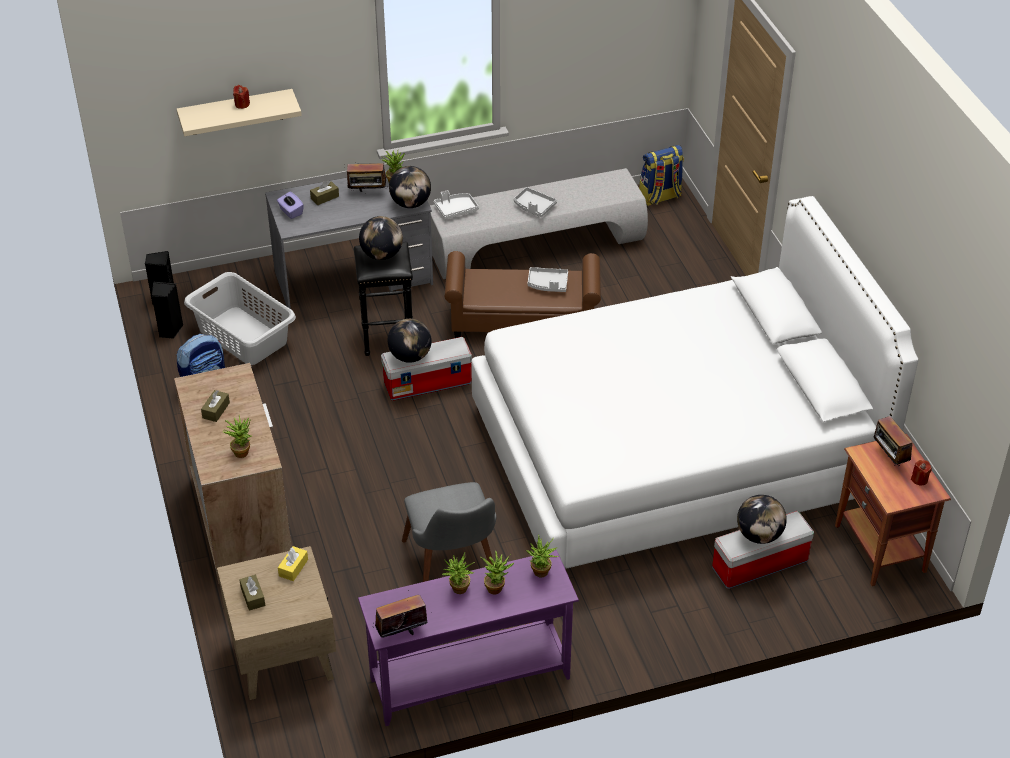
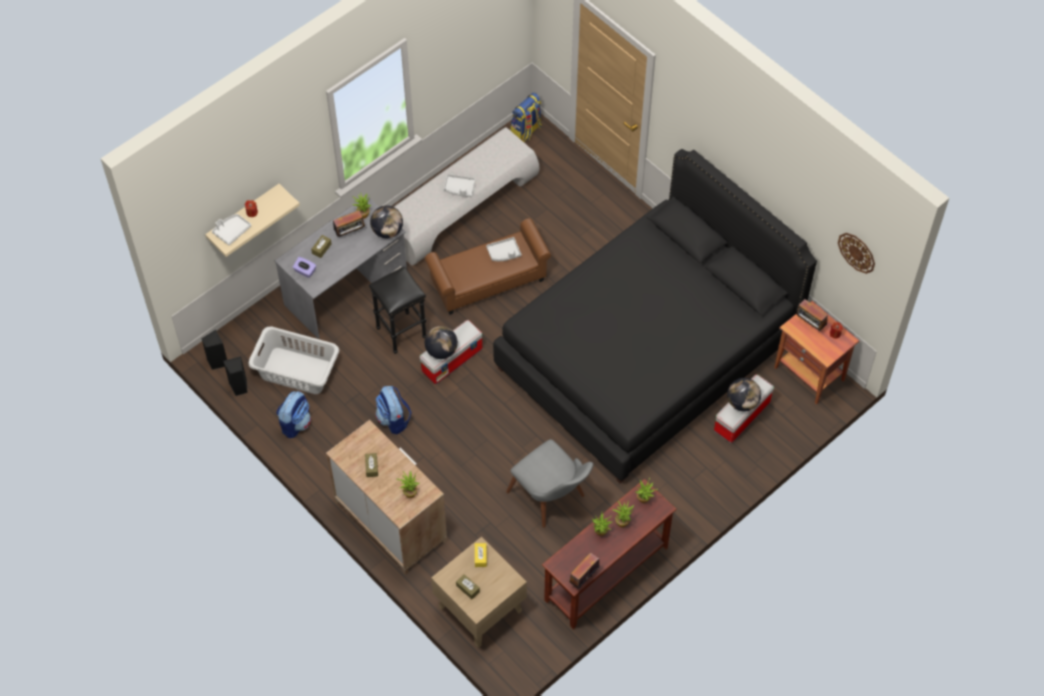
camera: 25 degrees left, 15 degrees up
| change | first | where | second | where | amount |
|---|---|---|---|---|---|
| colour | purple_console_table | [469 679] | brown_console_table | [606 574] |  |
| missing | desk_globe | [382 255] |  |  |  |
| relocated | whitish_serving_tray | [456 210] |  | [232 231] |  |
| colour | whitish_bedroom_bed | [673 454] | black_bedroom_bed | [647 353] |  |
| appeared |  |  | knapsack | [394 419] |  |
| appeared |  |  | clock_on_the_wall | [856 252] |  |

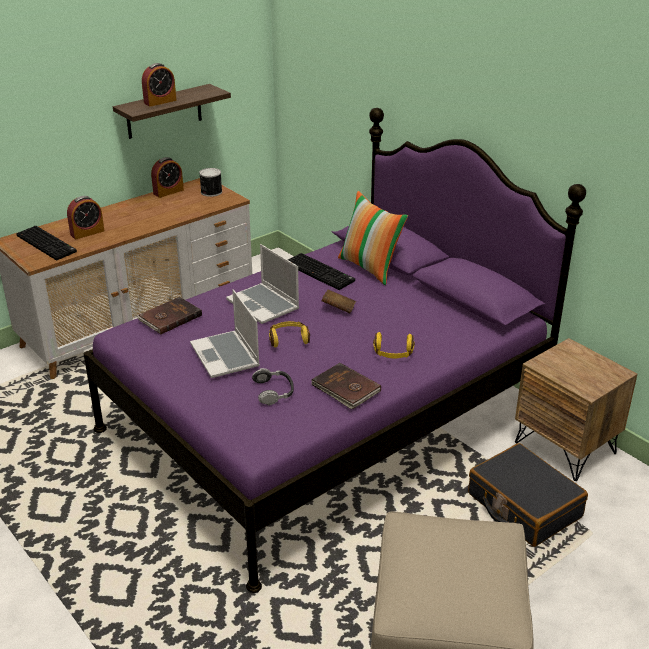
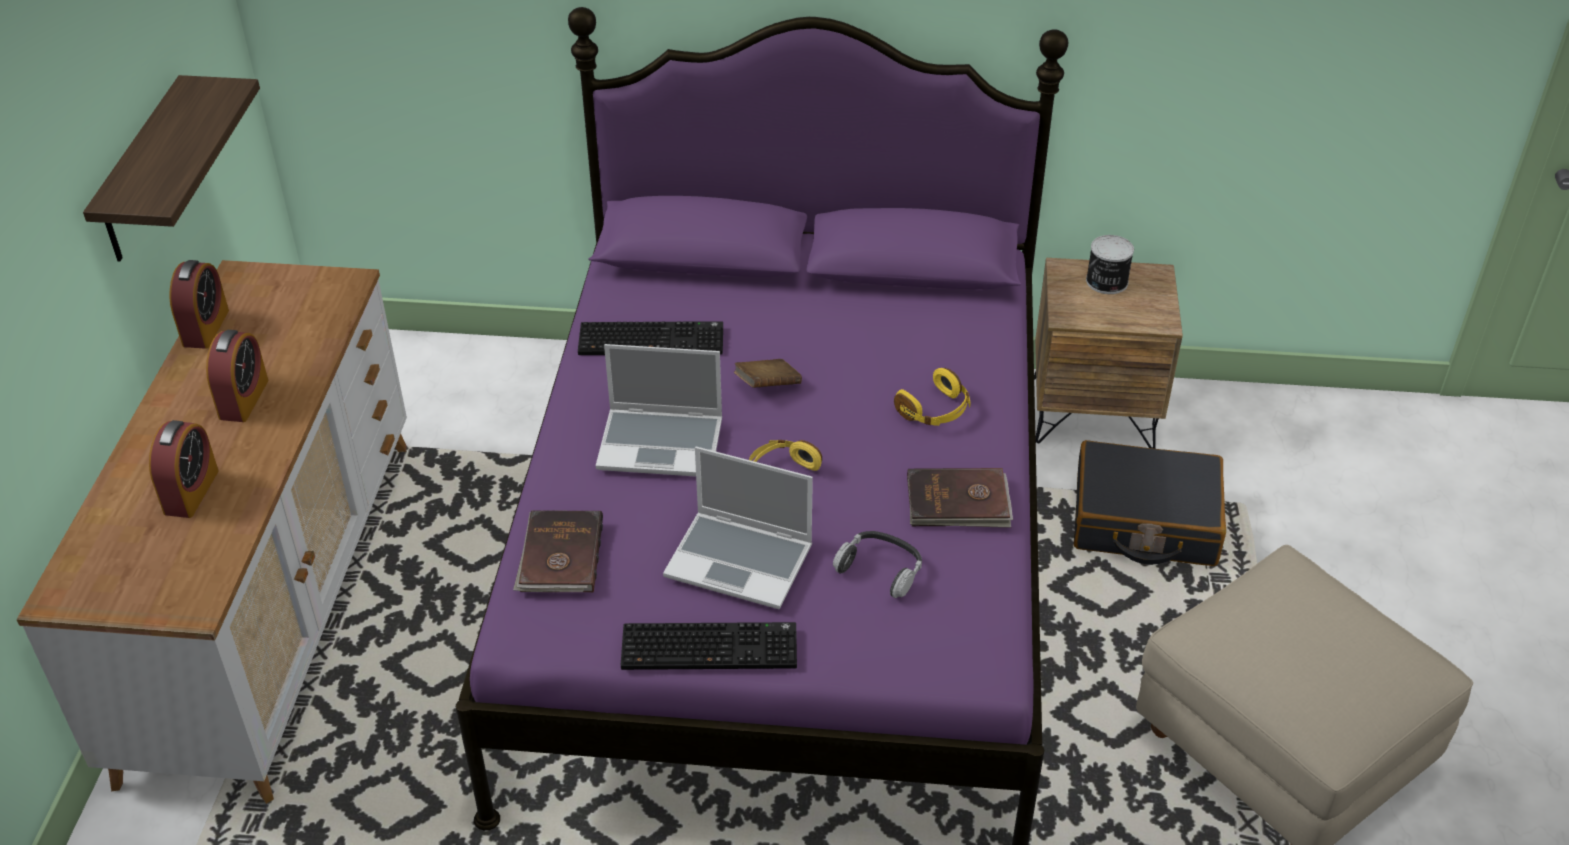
camera: 45 degrees left, 10 degrees up
| change | first | where | second | where | amount |
|---|---|---|---|---|---|
| relocated | PC_keyboard | [48 244] |  | [711 646] |  |
| relocated | alarm_clock | [160 101] |  | [243 399] |  |
| relocated | metal_can | [210 192] |  | [1106 282] |  |
| missing | throw_pillow | [370 267] |  |  |  |

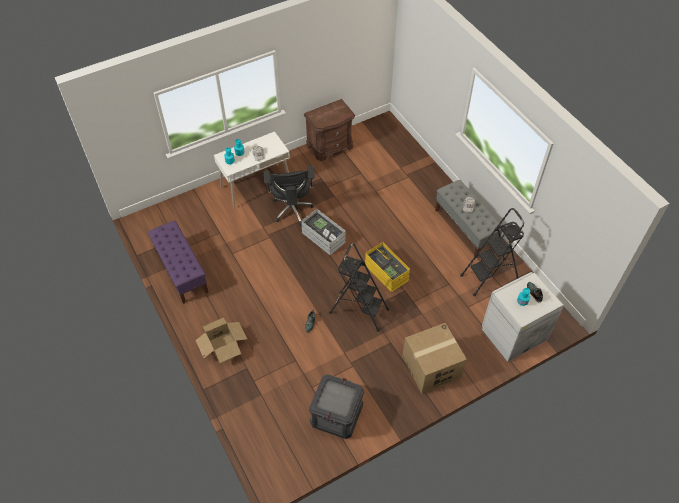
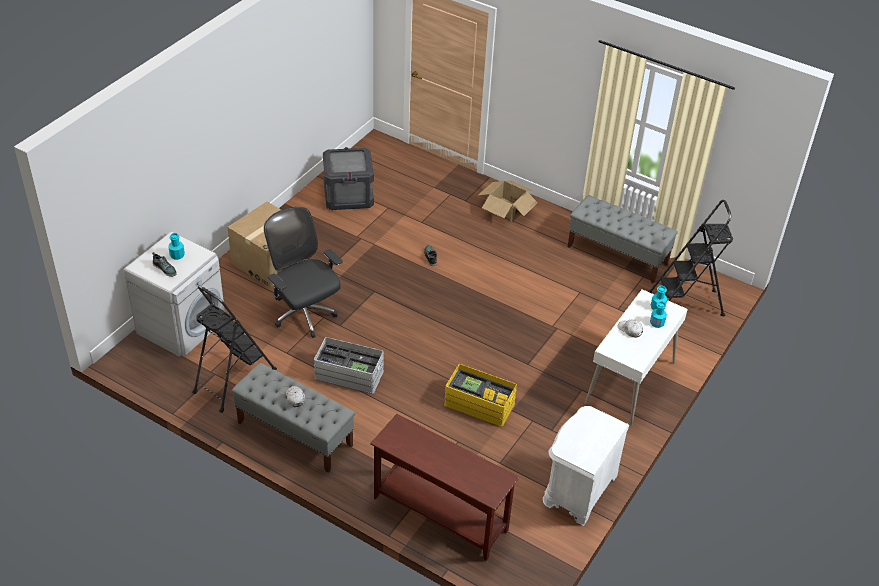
camera: 150 degrees right, 10 degrees down
| change | first | where | second | where | amount |
|---|---|---|---|---|---|
| colour | purple_long_seat | [181 271] | gray_long_seat | [618 255] |  |
| relocated | desk_chair | [291 208] |  | [304 314] |  |
| relocated | gray_storage_container | [324 237] |  | [348 375] |  |
| colour | brown_nightstand | [331 147] | whitish_nightstand | [577 489] |  |
| relocated | step_ladder | [358 310] |  | [687 303] |  |
| relocated | yellow-coloured_storage_container | [386 272] |  | [480 404] |  |
| appeared |  |  | brown_console_table | [439 514] |  |

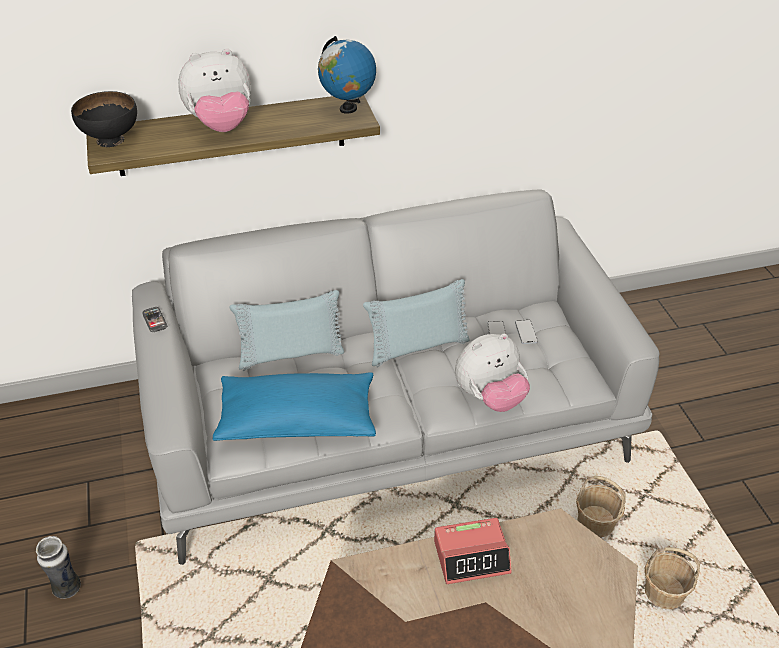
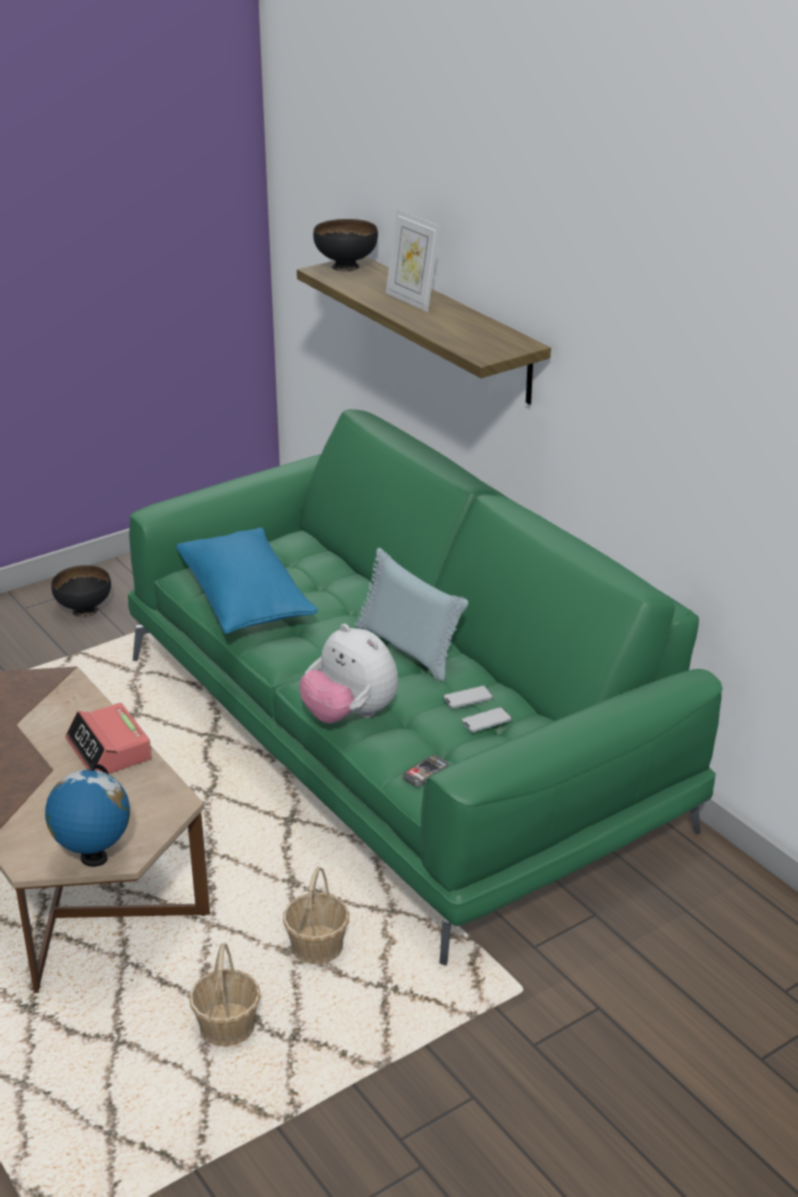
camera: 70 degrees right, 10 degrees down
| change | first | where | second | where | amount |
|---|---|---|---|---|---|
| exchanged | flower_vase | [67 589] | black_deep_dish | [84 610] |  |
| colour | gray_sofa | [389 421] | green_sofa | [398 742] |  |
| relocated | phone | [154 320] |  | [425 772] |  |
| exchanged | cuddly_toy | [221 126] | photo_frame | [412 300] |  |
| missing | blue_throw_pillow | [290 354] |  |  |  |
| relocated | desk_globe | [348 109] |  | [93 858] |  |

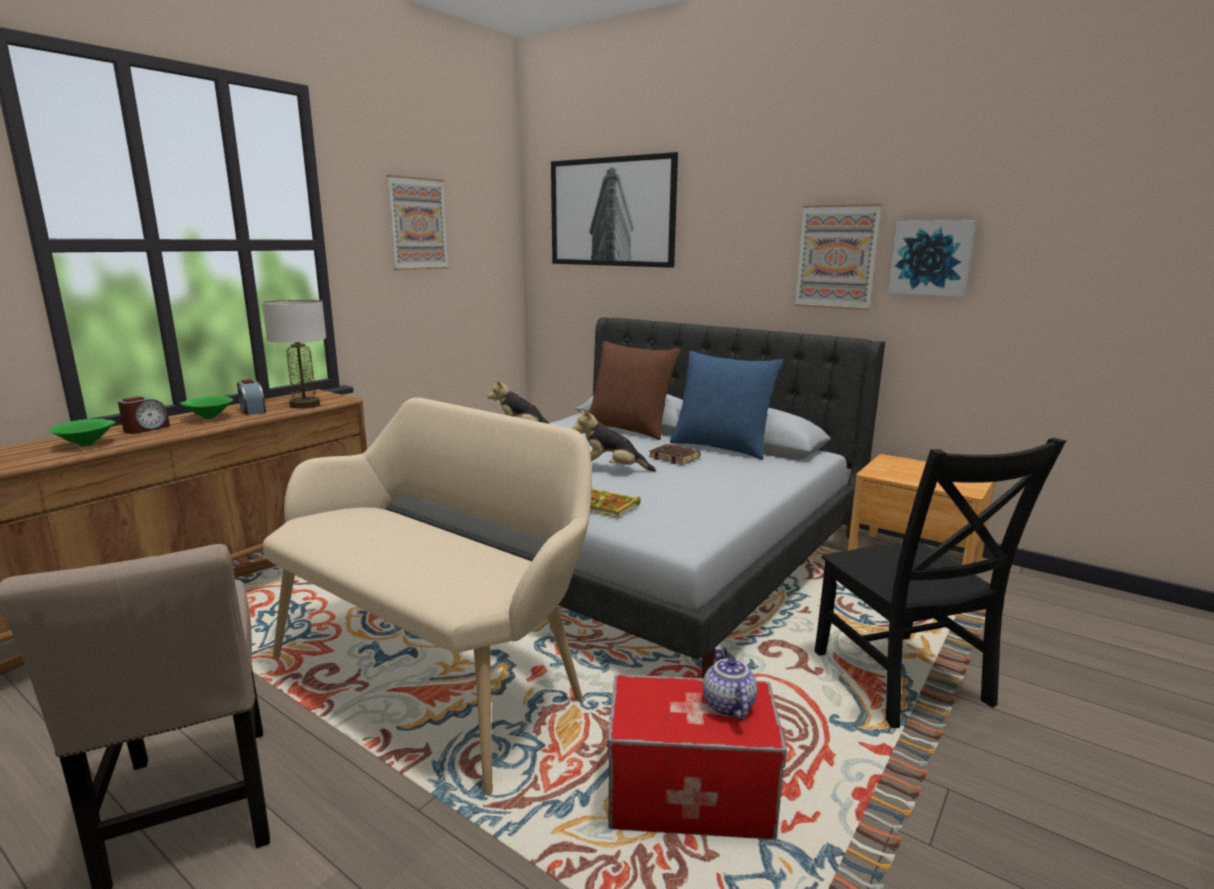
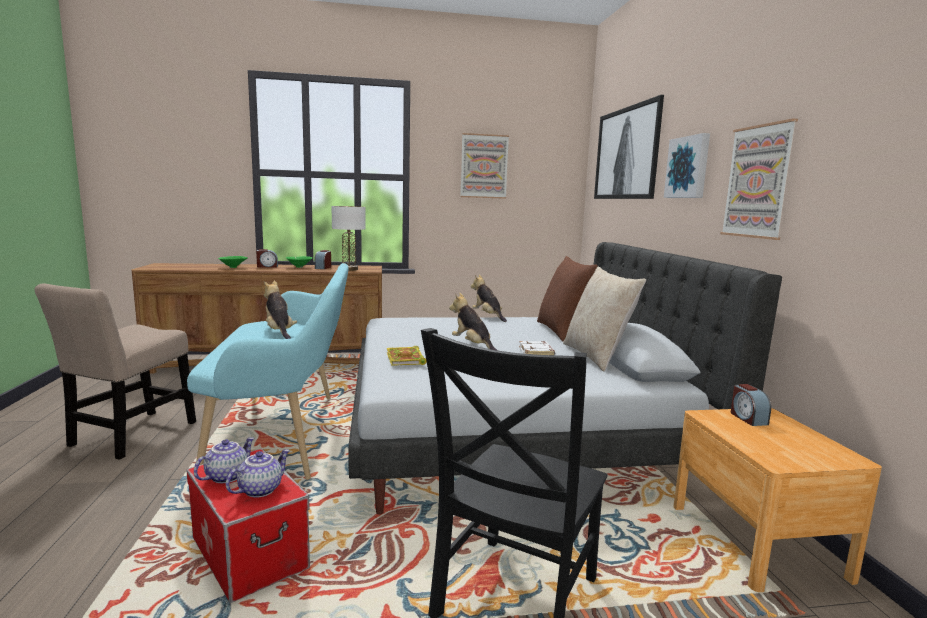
camera: 45 degrees right, 5 degrees down
| change | first | where | second | where | amount |
|---|---|---|---|---|---|
| colour | sand-coloured_long_seat | [437 673] | blue-green_long_seat | [285 434] |  |
| colour | brown_bound_book | [675 458] | whitish_bound_book | [537 352] |  |
| colour | blue_throw_pillow | [721 447] | sand-coloured_throw_pillow | [597 356] |  |
| relocated | wall_picture | [931 258] |  | [688 167] |  |
| appeared |  |  | pot_for_tea | [226 476] |  |
| appeared |  |  | cuddly_toy | [279 332] |  |
| appeared |  |  | alarm_clock | [747 418] |  |

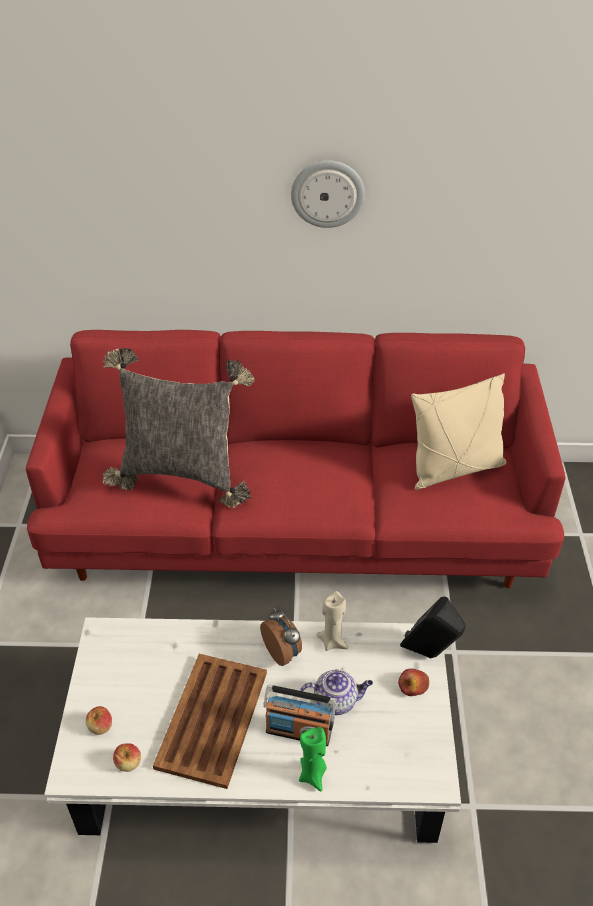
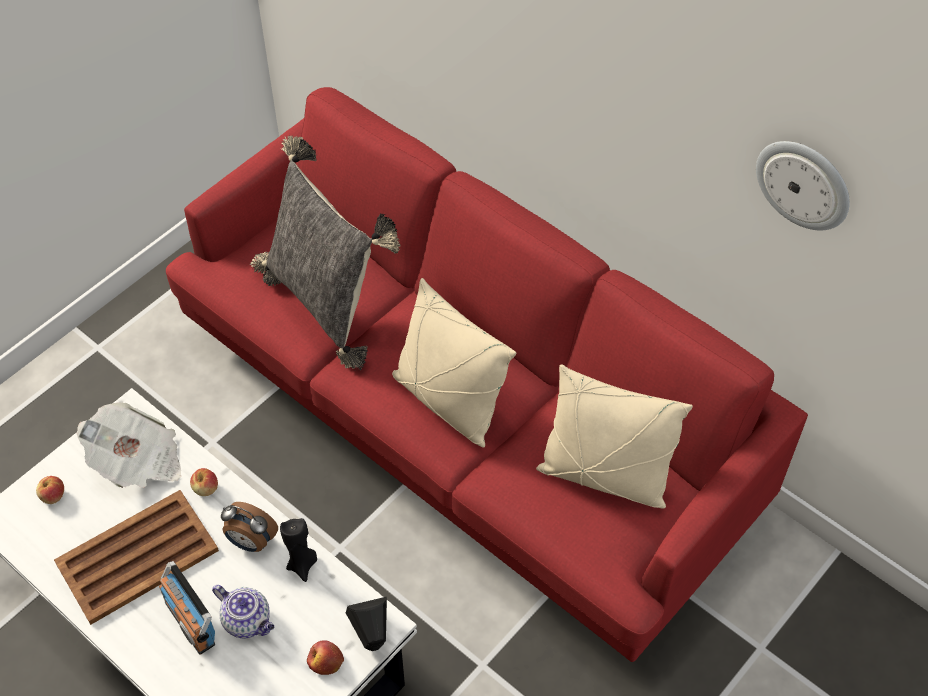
camera: 40 degrees right, 10 degrees up
| change | first | where | second | where | amount |
|---|---|---|---|---|---|
| relocated | whole_apple | [128 763] |  | [206 488] |  |
| spun | alarm_clock | [283 652] |  | [251 542] | 105 degrees clockwise |
| relocated | clock_on_the_wall | [327 193] |  | [804 184] |  |
| missing | green_candle | [313 774] |  |  |  |
| colour | sand-coloured_candle | [332 641] | black_candle | [302 564] |  |
| appeared |  |  | printed_paper | [138 461] |  |
| appeared |  |  | sand-coloured_throw_pillow | [448 401] |  |

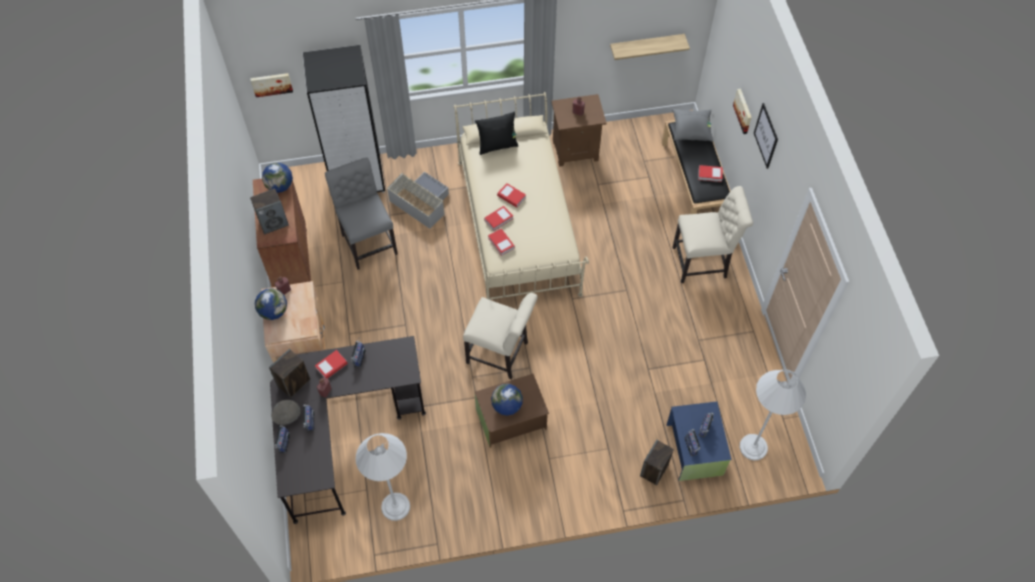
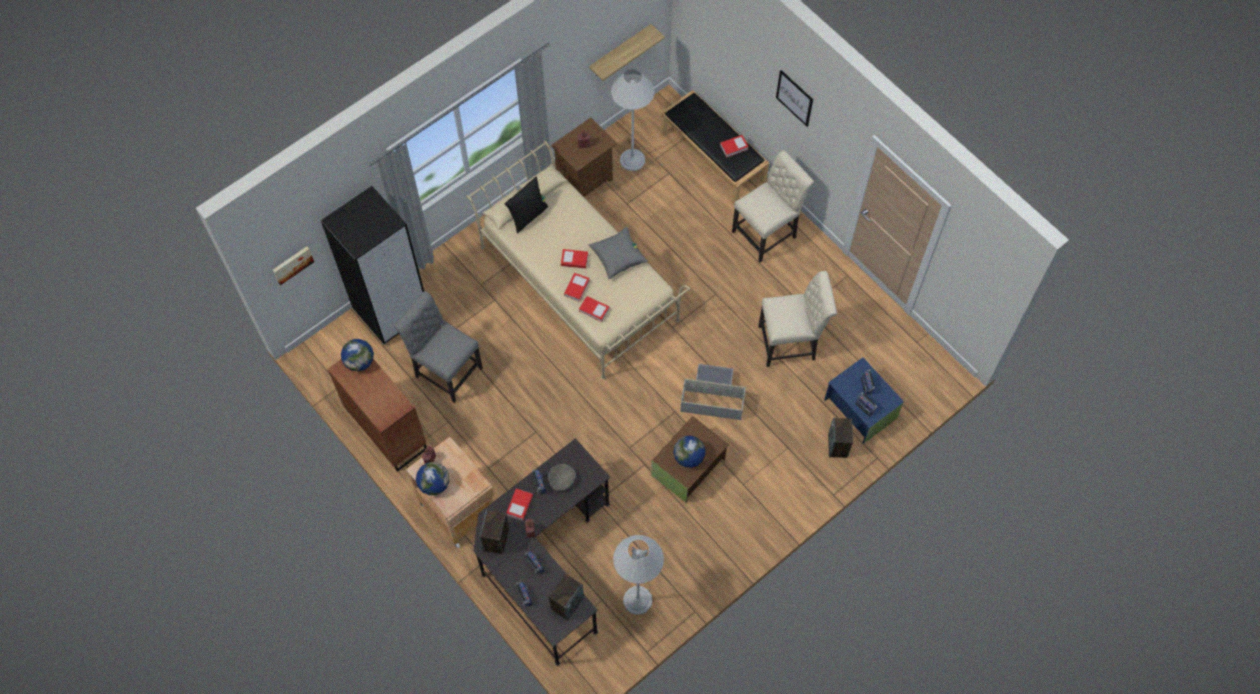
camera: 30 degrees left, 5 degrees up
| change | first | where | second | where | amount |
|---|---|---|---|---|---|
| relocated | audio_speaker | [273 223] |  | [567 603] |  |
| relocated | gray_deep_dish | [287 416] |  | [562 480] |  |
| relocated | gray_storage_container | [420 202] |  | [711 397] |  |
| relocated | sand-coloured_plain_chair | [501 355] |  | [791 343] |  |
| relocated | gray_throw_pillow | [691 130] |  | [618 257] |  |
| missing | wall_picture | [743 111] |  |  |  |
| relocated | whitish_standard_lamp | [753 447] |  | [632 160] |  |

